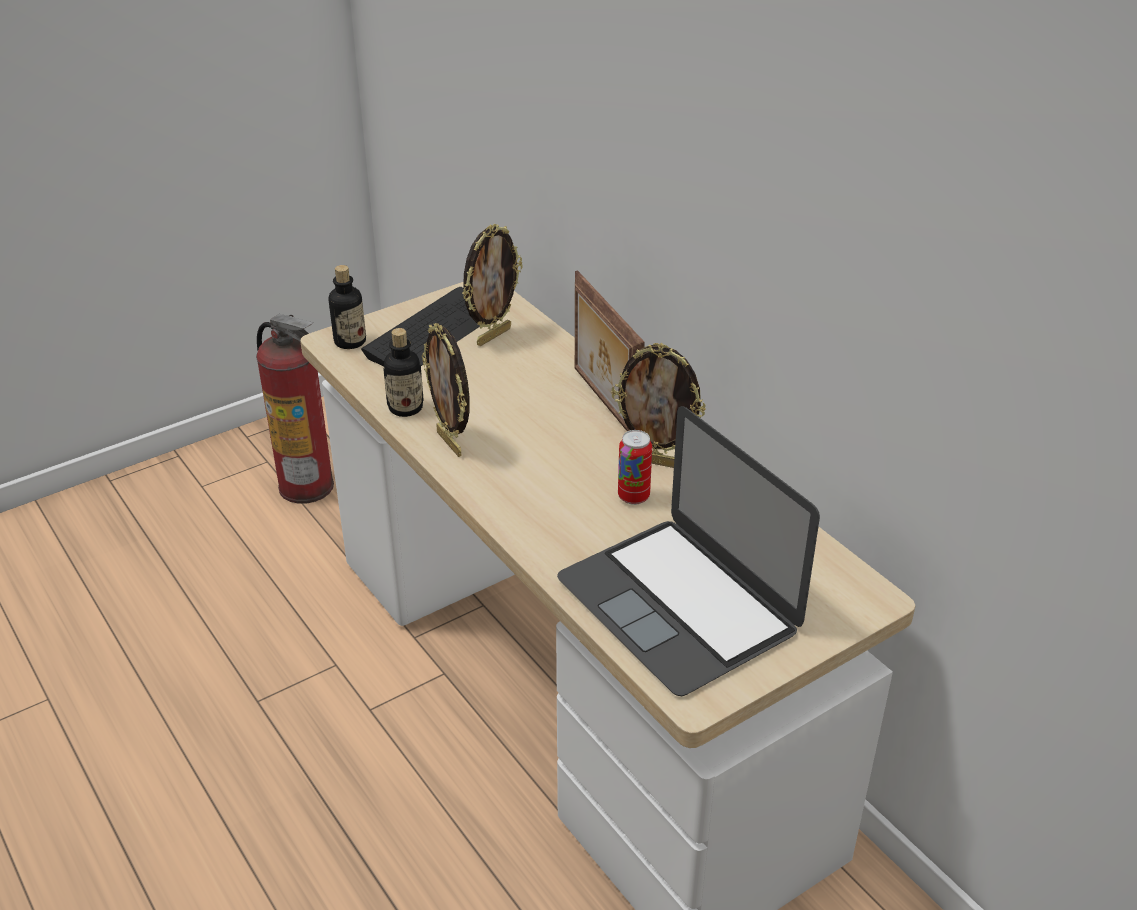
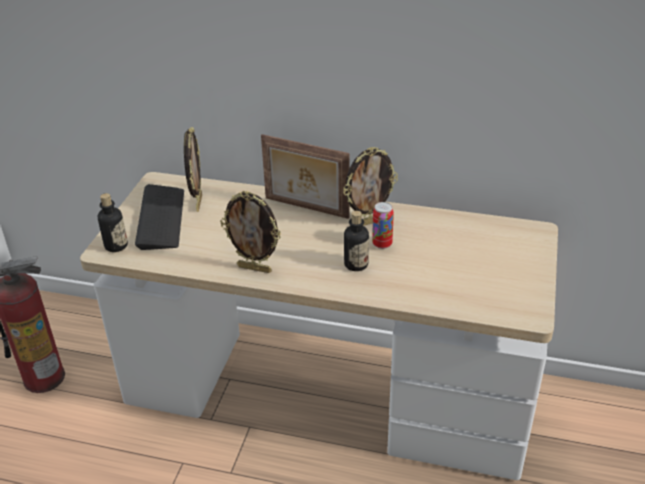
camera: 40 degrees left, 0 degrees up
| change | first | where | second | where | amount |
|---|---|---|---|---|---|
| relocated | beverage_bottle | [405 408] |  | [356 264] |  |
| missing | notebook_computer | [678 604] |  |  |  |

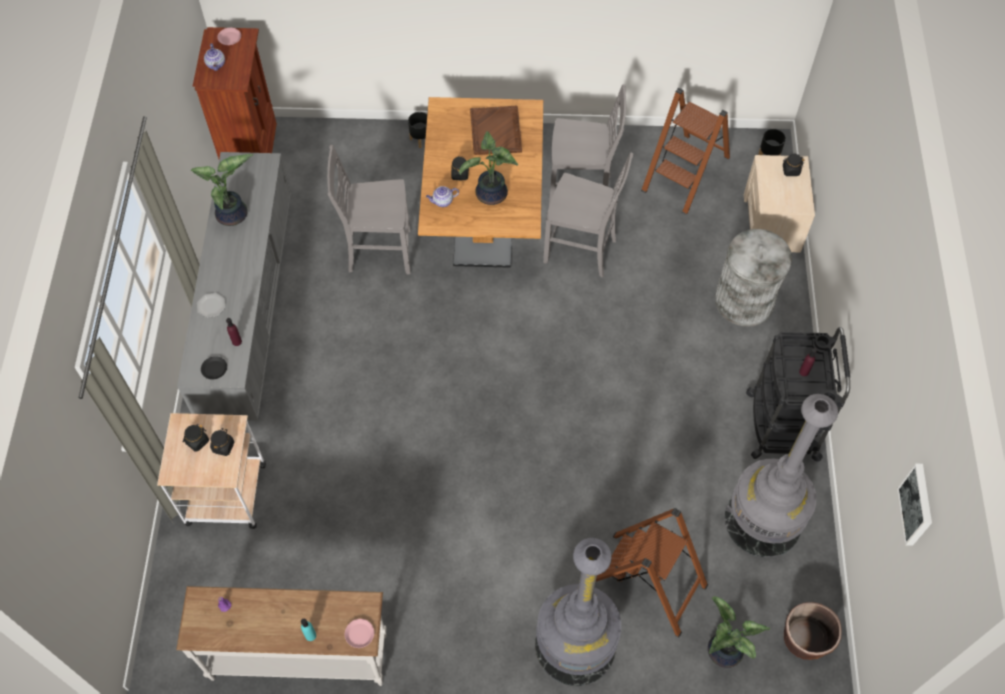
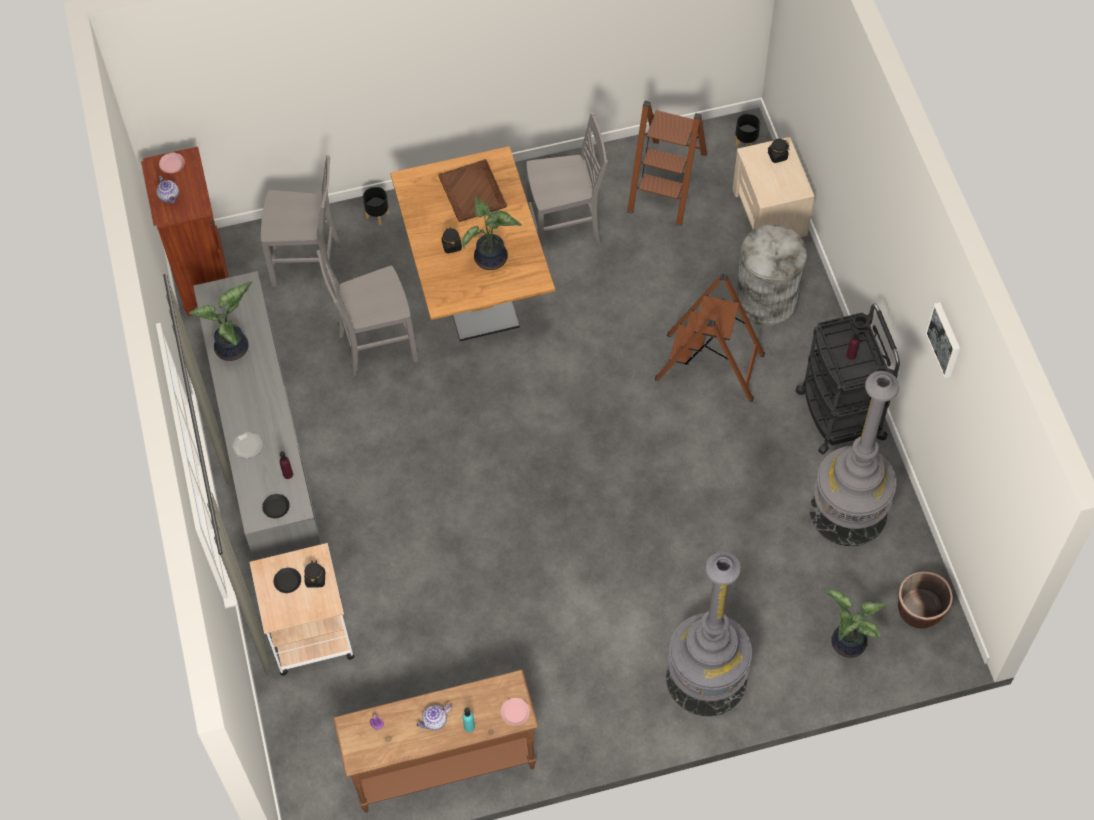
camera: 15 degrees left, 0 degrees up
| change | first | where | second | where | amount |
|---|---|---|---|---|---|
| colour | whitish_console_table | [299 655] | brown_console_table | [443 764] |  |
| exchanged | black_preserve_jar | [197 441] | black_flat_dish | [287 581] |  |
| relocated | pot_for_tea | [442 201] |  | [434 721] |  |
| relocated | gray_plain_chair | [581 251] |  | [309 265] |  |
| relocated | brown_step_ladder | [647 584] |  | [711 366] |  |
| relocated | wall_picture | [917 505] |  | [945 339] |  |

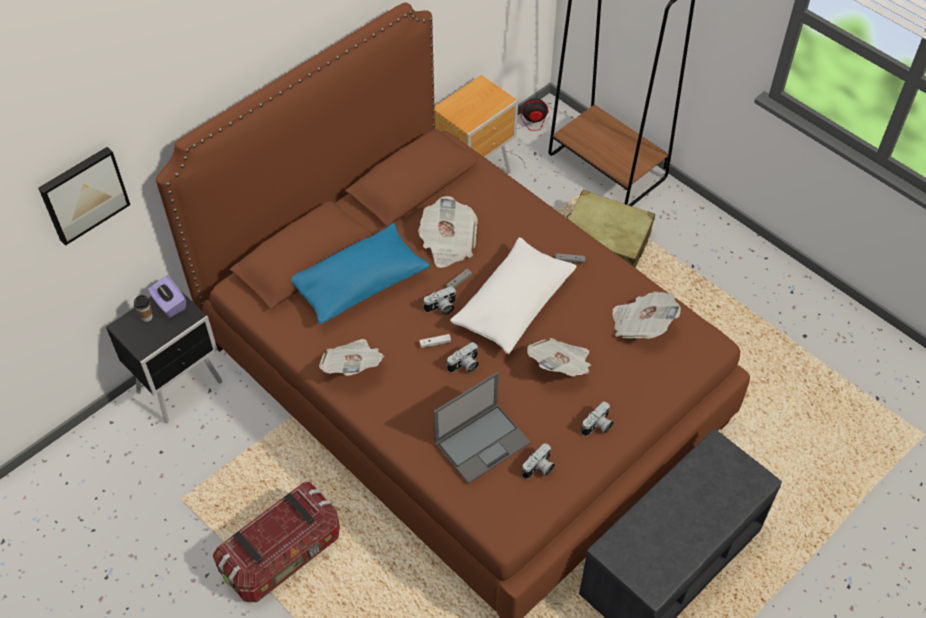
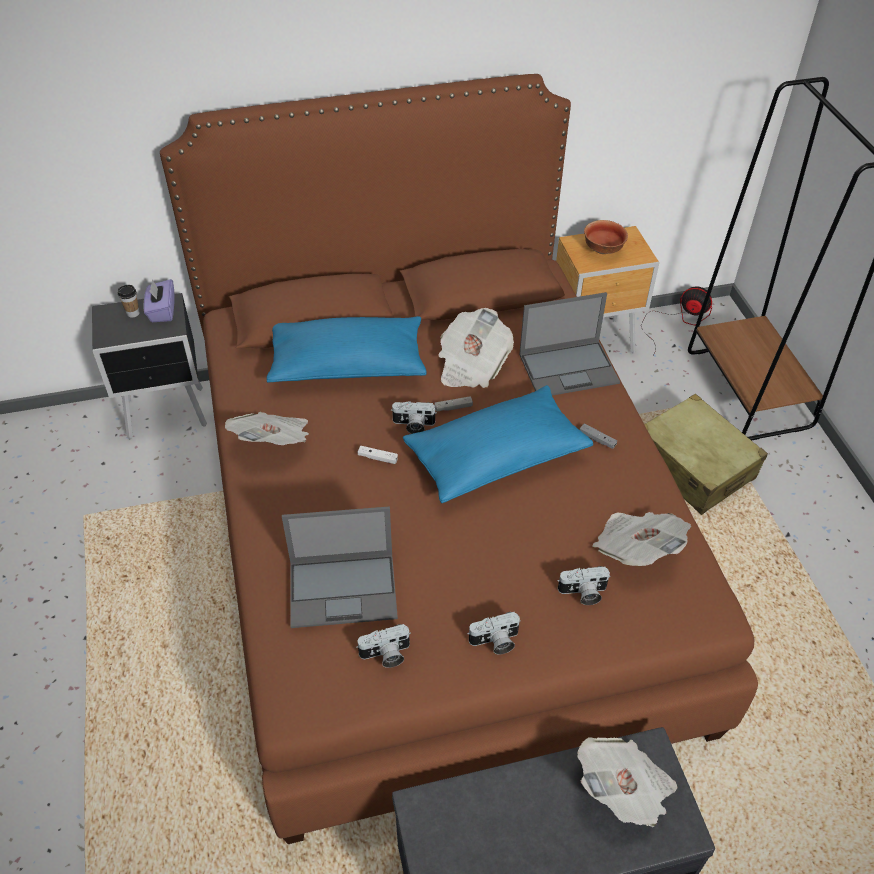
camera: 30 degrees right, 5 degrees down
| change | first | where | second | where | amount |
|---|---|---|---|---|---|
| missing | wall_picture | [83 194] |  |  |  |
| missing | storage_container | [283 555] |  |  |  |
| relocated | still_camera | [465 366] |  | [583 593] |  |
| colour | whitish_throw_pillow | [513 305] | blue_throw_pillow | [496 457] |  |
| relocated | printed_paper | [561 366] |  | [624 790] |  |
| appeared |  |  | notebook_computer | [569 368] |  |
| appeared |  |  | deep_dish | [603 249] |  |

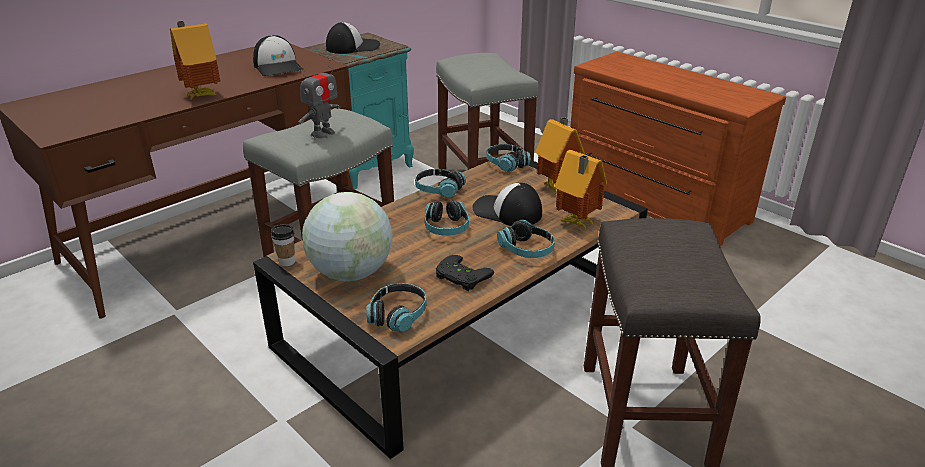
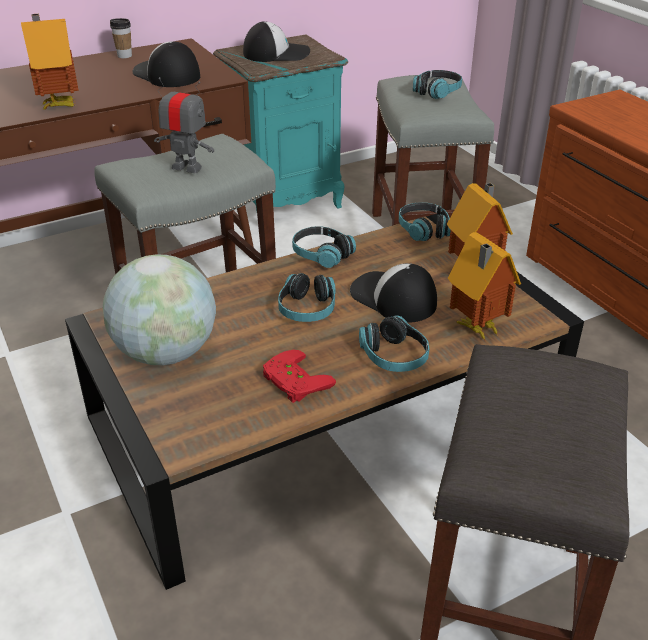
camera: 15 degrees right, 5 degrees up
| change | first | where | second | where | amount |
|---|---|---|---|---|---|
| spun | baseball_cap | [278 67] |  | [166 75] | 150 degrees clockwise |
| relocated | small_cup | [287 262] |  | [124 56] |  |
| spun | robot_figure | [323 133] |  | [187 168] | 120 degrees counterclockwise |
| relocated | headset | [398 315] |  | [437 92] |  |
| colour | black_gamepad | [460 277] | red_gamepad | [293 381] |  |

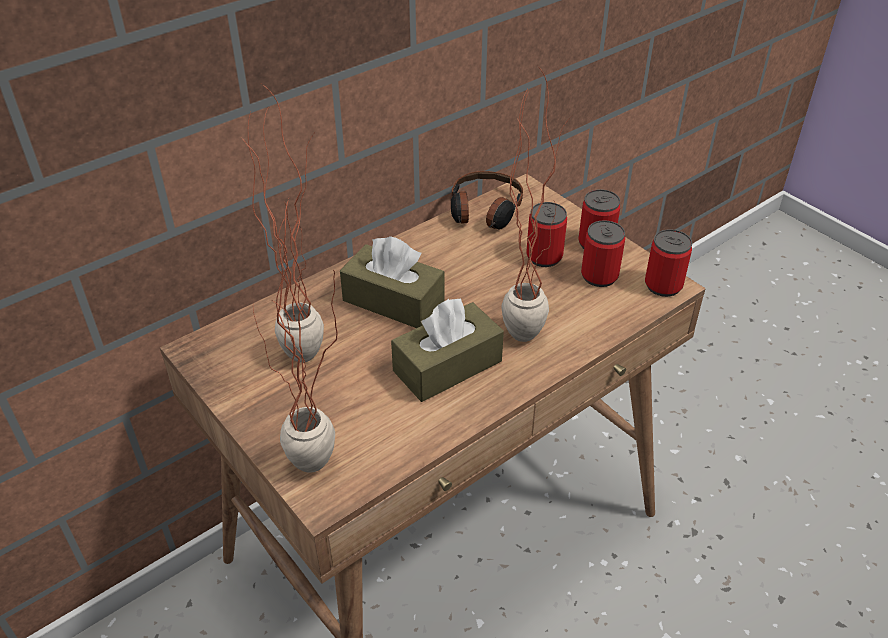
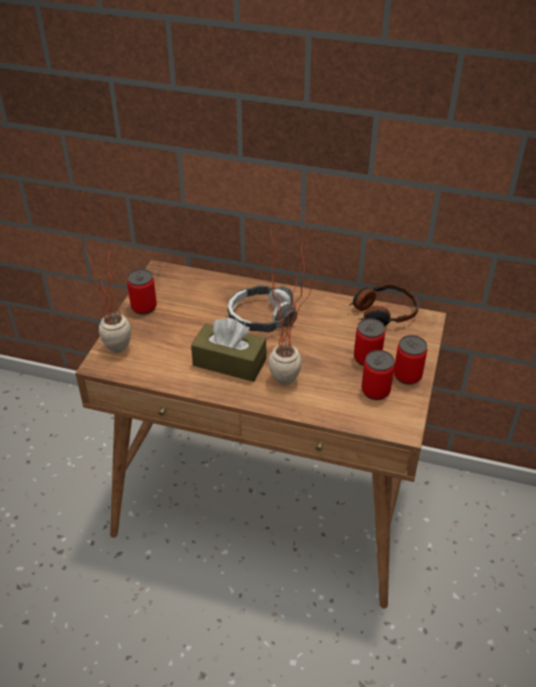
camera: 55 degrees right, 0 degrees up
| change | first | where | second | where | amount |
|---|---|---|---|---|---|
| missing | plant_in_a_pot | [308 345] |  |  |  |
| exchanged | brown_box_of_tissues | [393 301] | headset | [261 317] |  |
| relocated | metal_can | [663 285] |  | [144 307] |  |

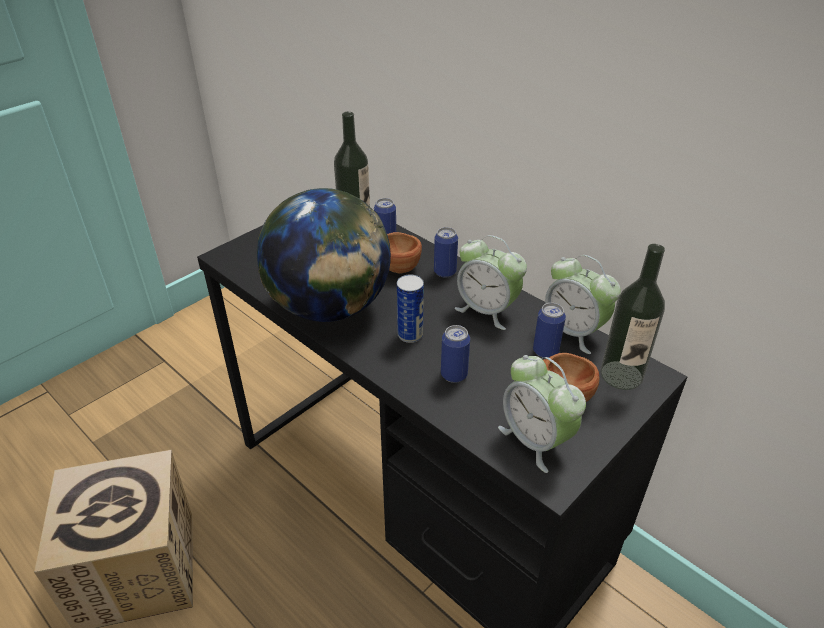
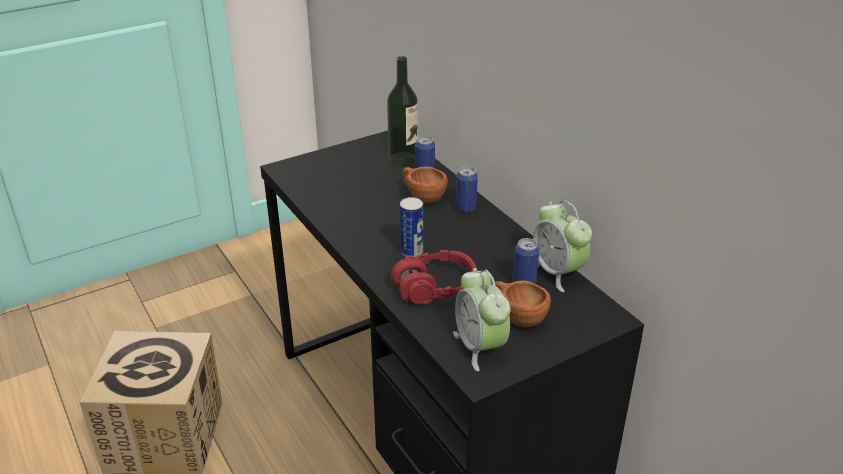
camera: 15 degrees right, 5 degrees down
| change | first | where | second | where | amount |
|---|---|---|---|---|---|
| missing | desk_globe | [330 308] |  |  |  |
| exchanged | metal_can | [454 374] | red_headset | [435 288] |  |
| missing | alarm_clock | [487 310] |  |  |  |
| missing | beverage_bottle | [621 375] |  |  |  |

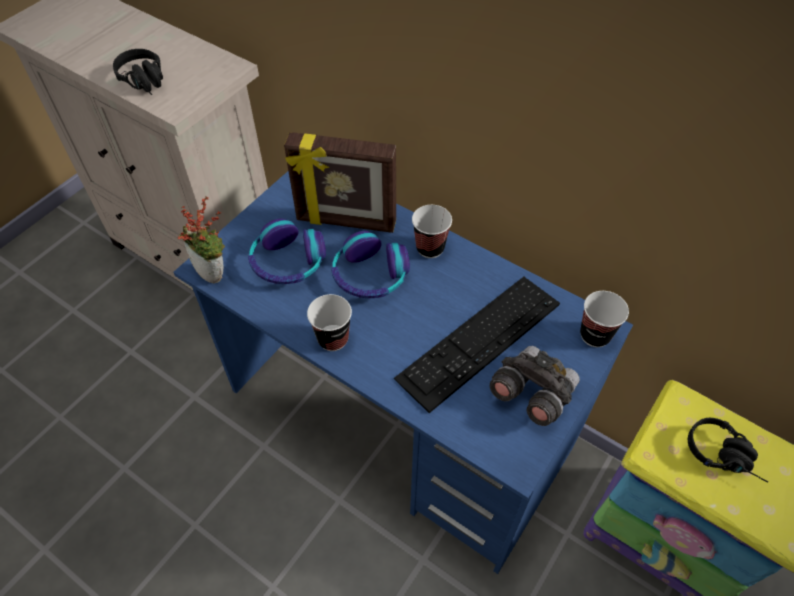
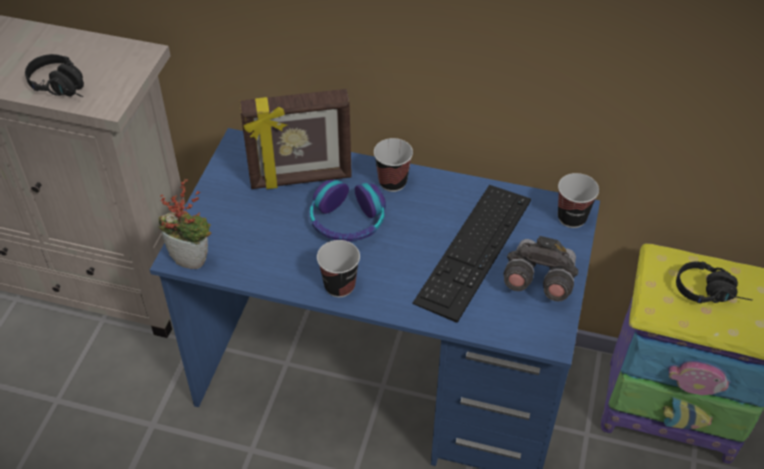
camera: 20 degrees left, 5 degrees down
| change | first | where | second | where | amount |
|---|---|---|---|---|---|
| missing | headset | [288 262] |  |  |  |

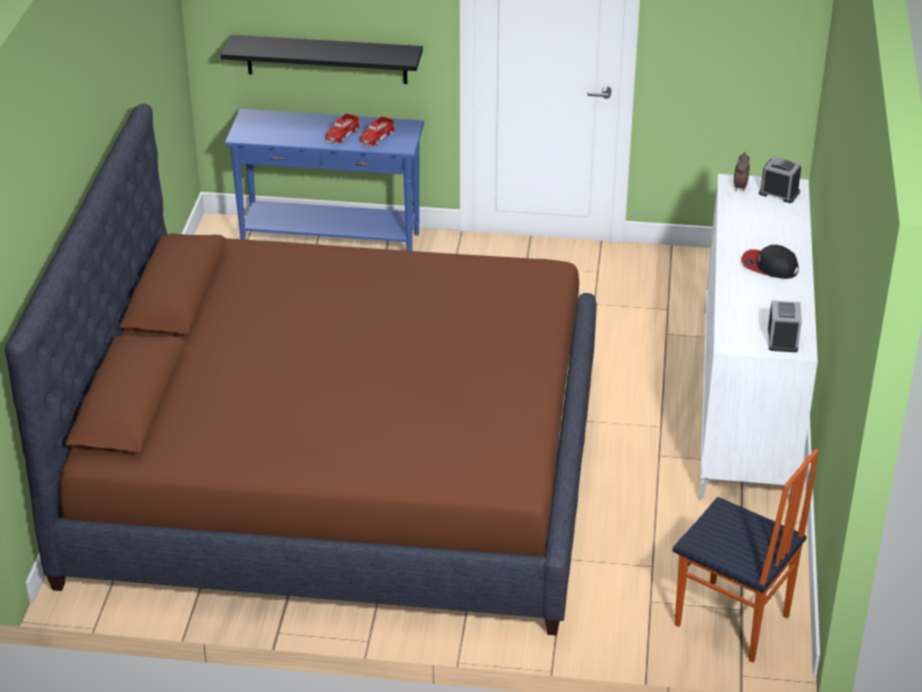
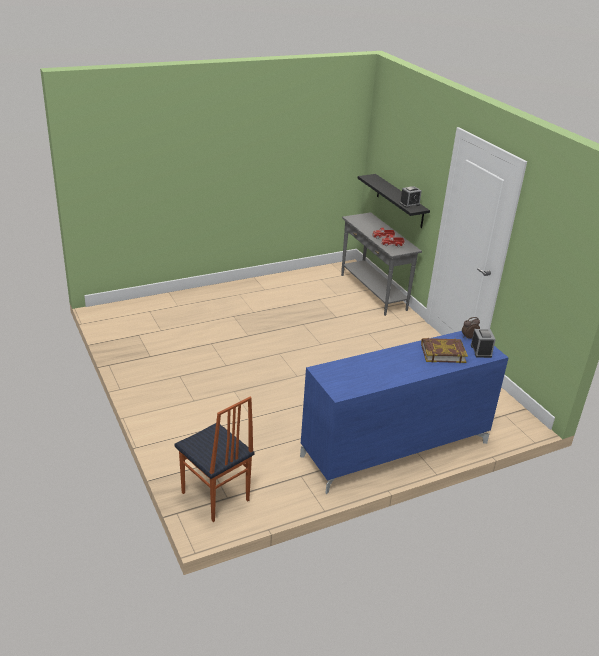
camera: 55 degrees right, 5 degrees down
| change | first | where | second | where | amount |
|---|---|---|---|---|---|
| missing | brown_bedroom_bed | [338 469] |  |  |  |
| colour | blue_console_table | [332 241] | gray_console_table | [374 292] |  |
| spun | plain_chair | [732 622] |  | [215 497] | 45 degrees counterclockwise |
| colour | whitish_drawer_chest | [747 404] | blue_drawer_chest | [395 450] |  |
| missing | baseball_cap | [769 266] |  |  |  |
| relocated | alarm_clock | [782 339] |  | [409 204] |  |
| appeared |  |  | bound_book | [442 353] |  |

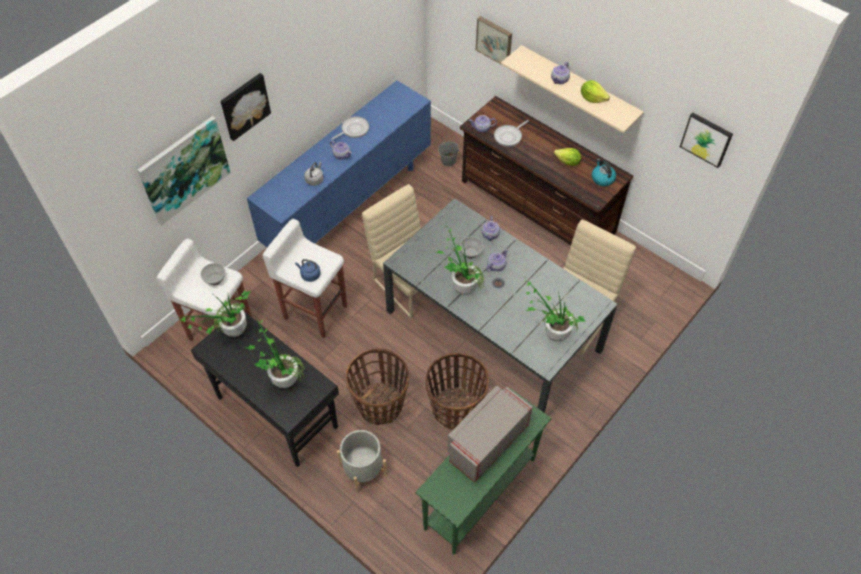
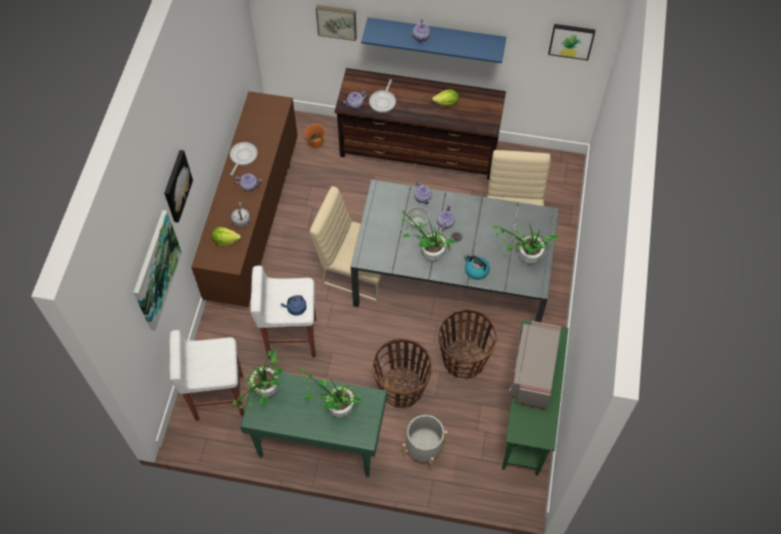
camera: 30 degrees left, 5 degrees up
| change | first | where | second | where | amount |
|---|---|---|---|---|---|
| colour | black_console_table | [276 412] | green_console_table | [319 441] |  |
| missing | deep_dish | [214 279] |  |  |  |
| colour | blue_cupboard | [348 204] | brown_cupboard | [254 225] |  |
| colour | gray_pail | [448 161] | orangey_pail | [316 142] |  |
| colour | sand-coloured_wall_shelf | [578 88] | blue_wall_shelf | [436 36] |  |
| relocated | head_of_lettuce | [592 98] |  | [225 240] |  |
| relocated | kettle | [602 178] |  | [476 270] |  |

